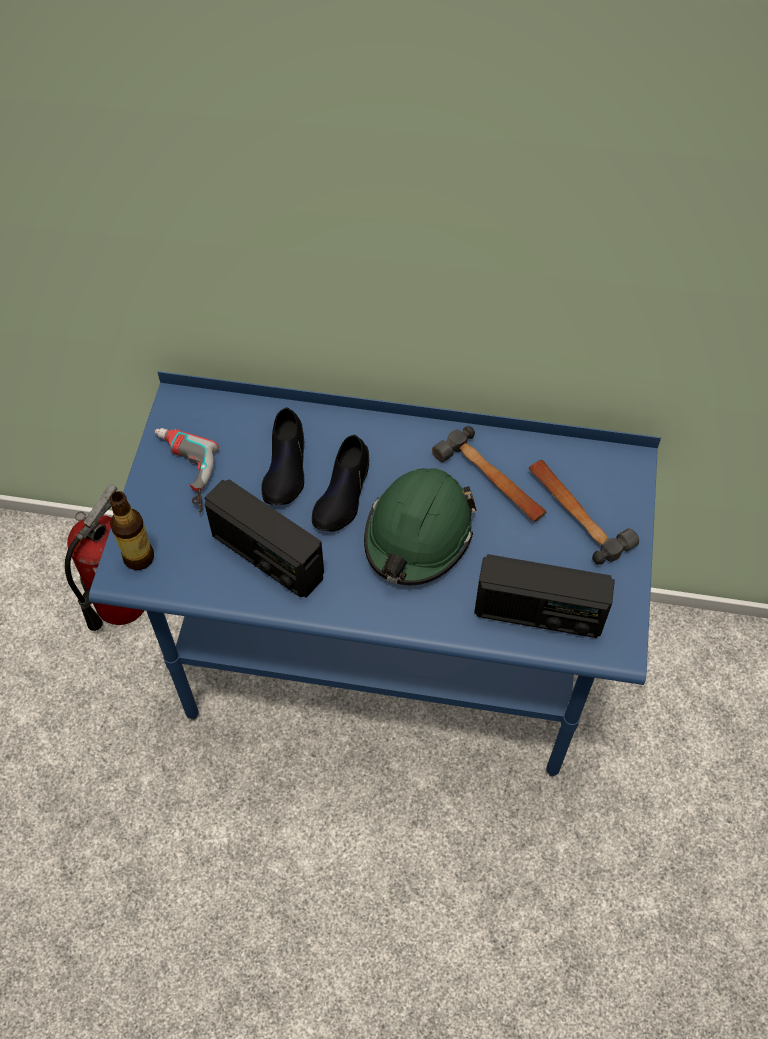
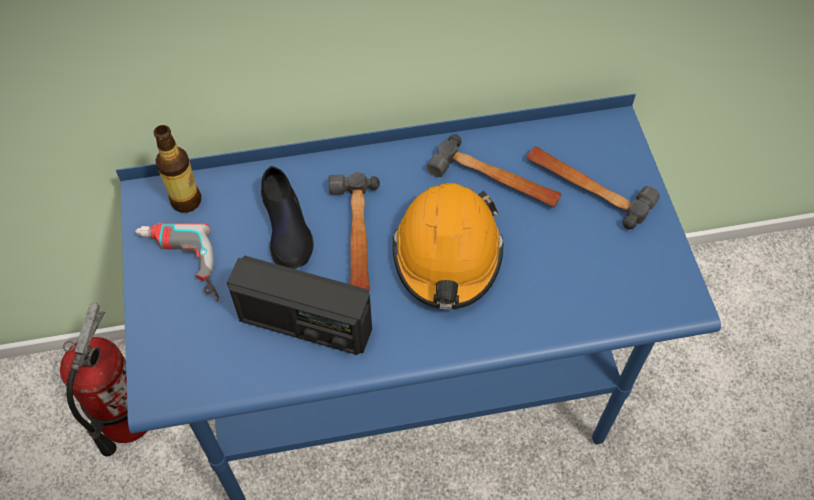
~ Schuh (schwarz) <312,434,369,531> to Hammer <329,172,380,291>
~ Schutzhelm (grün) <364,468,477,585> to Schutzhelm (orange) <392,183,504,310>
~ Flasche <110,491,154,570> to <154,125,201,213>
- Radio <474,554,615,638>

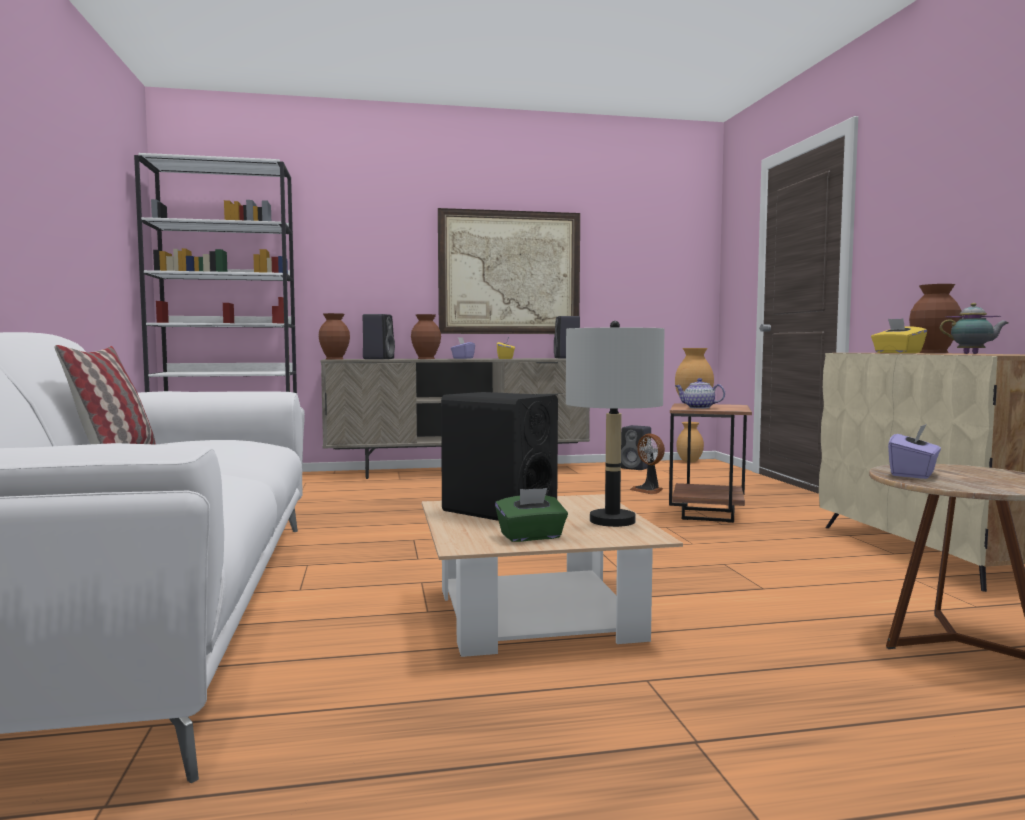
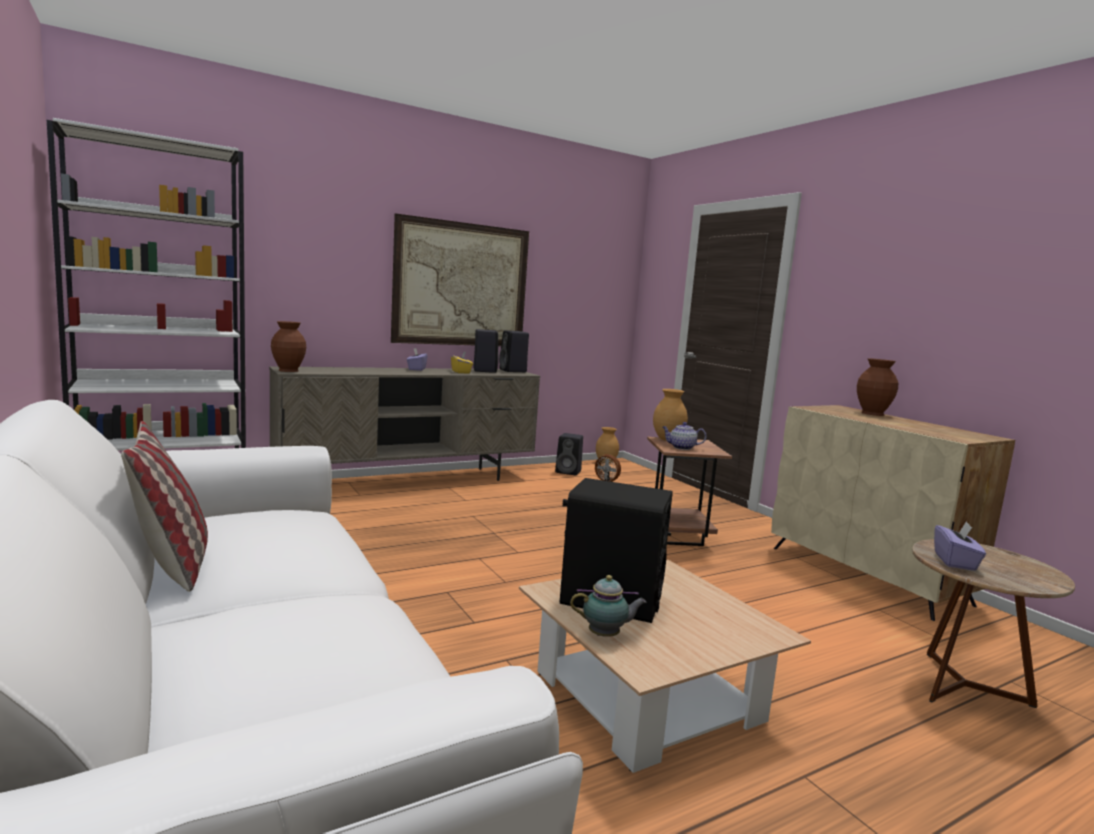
~ Teekanne <940,303,1008,354> to <570,575,647,637>
~ Lautsprecher (schwarz) <362,314,395,359> to <473,329,499,373>
- Vase (braun) <411,314,441,359>
- Taschentuchbox (gelb) <871,318,927,353>
- Tischlampe (grau) <566,321,665,527>
- Taschentuchbox (grün) <495,488,568,542>

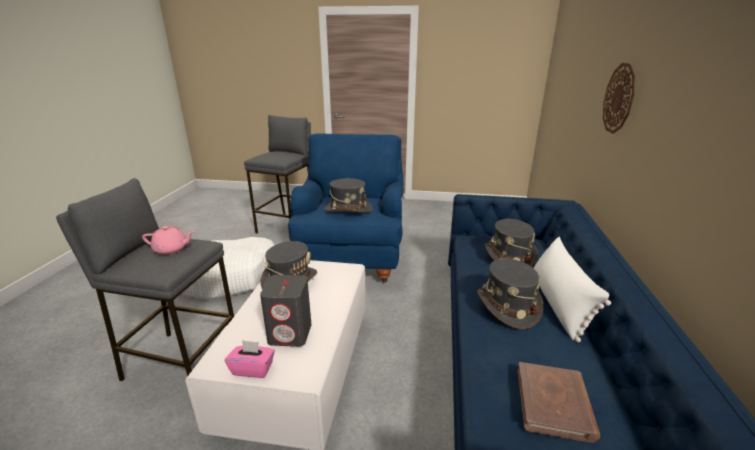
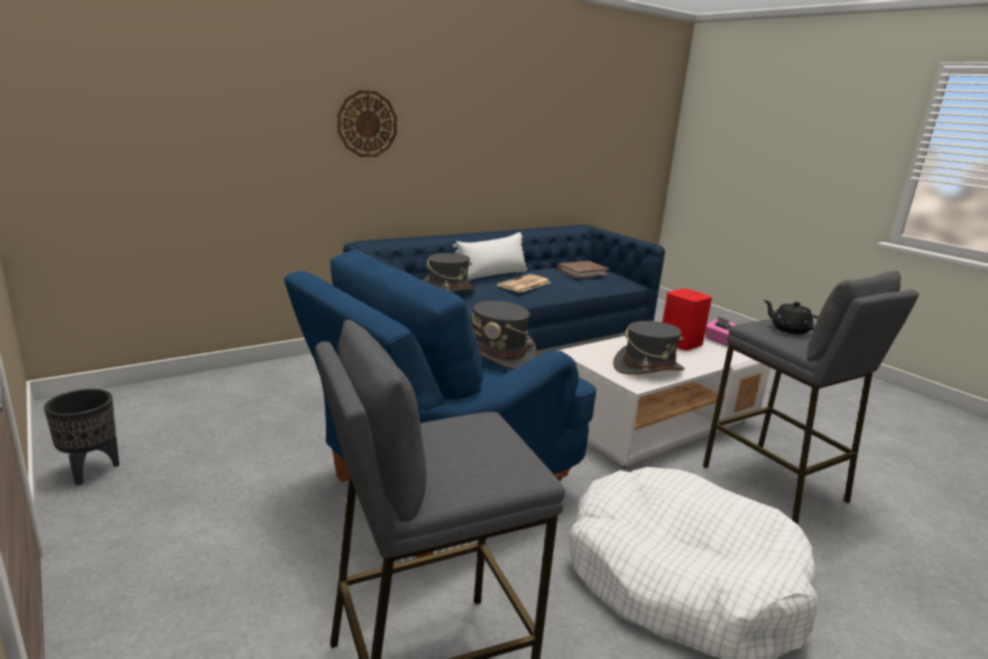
~ Teekanne (rosa) <142,226,195,255> to Teekanne (schwarz) <764,300,819,334>
~ Hut (grau) <477,259,543,329> to Zeitung <497,274,550,293>
~ Lautsprecher (grau) <260,275,311,347> to Lautsprecher (rot) <662,289,712,350>
+ Pflanzkübel (schwarz) <44,389,119,485>

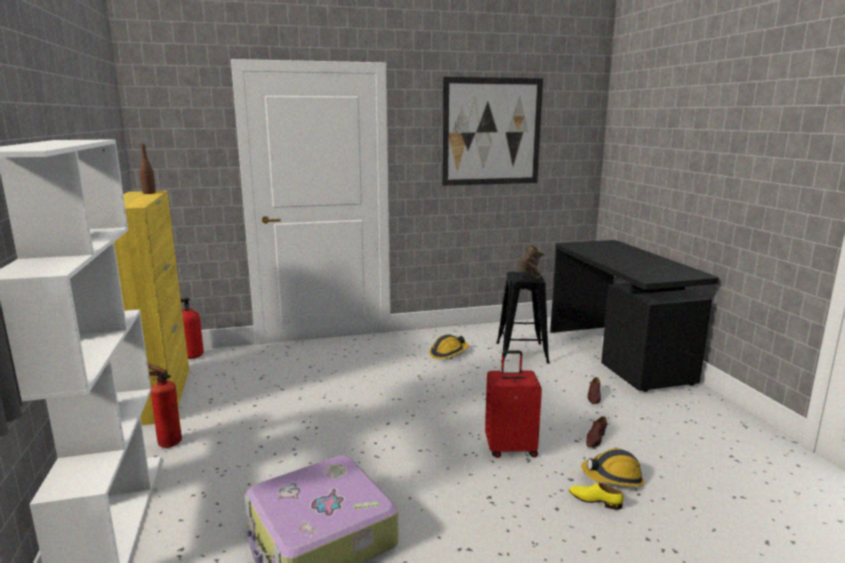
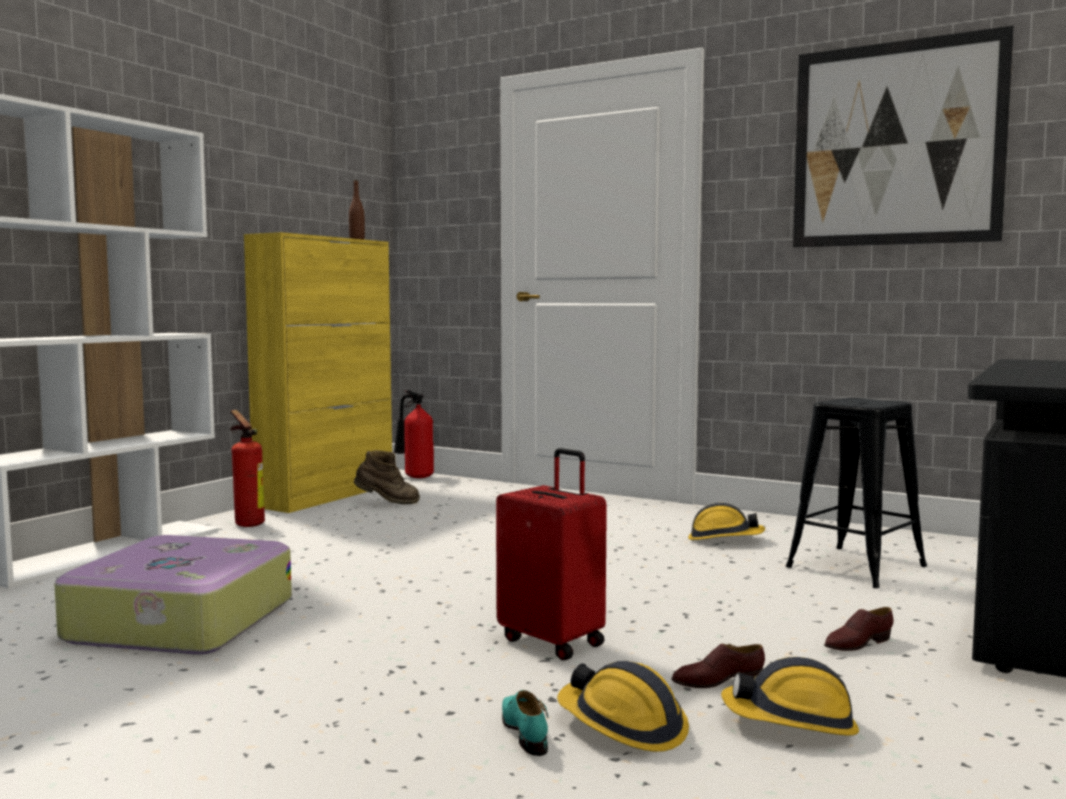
~ Stiefel (braun) <515,246,546,279> to <354,450,420,504>
~ Schuh (gelb) <569,483,624,510> to Schuh (türkis) <502,690,549,756>
+ Schutzhelm <721,657,859,736>

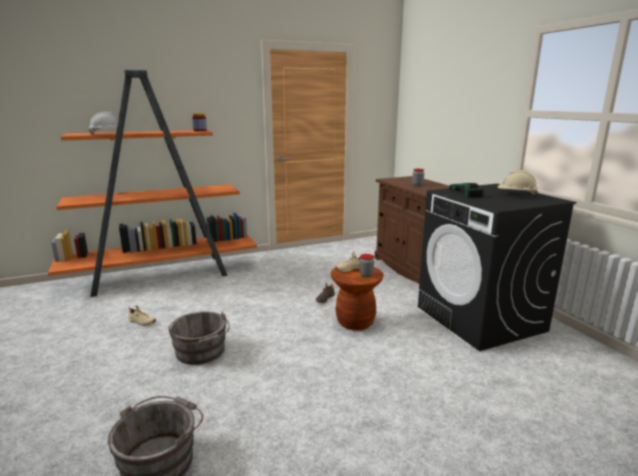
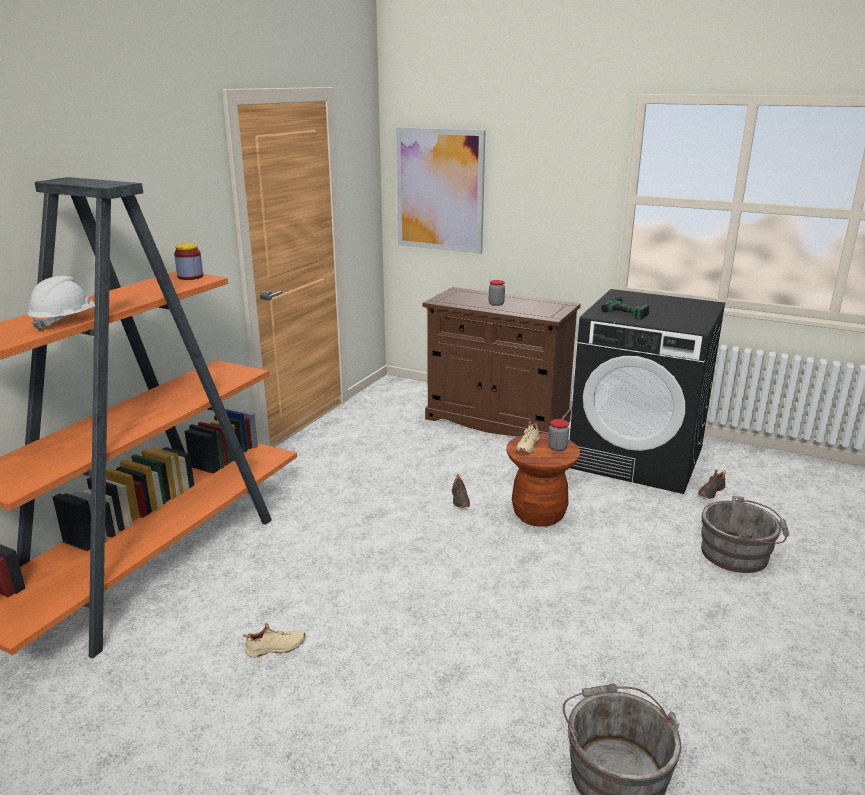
- Schutzhelm (beige) <498,170,538,196>
~ Eimer (grau) <168,311,230,365> to <701,496,789,573>
+ Bild <396,127,485,254>
+ Schuh (schwarz) <698,469,726,499>

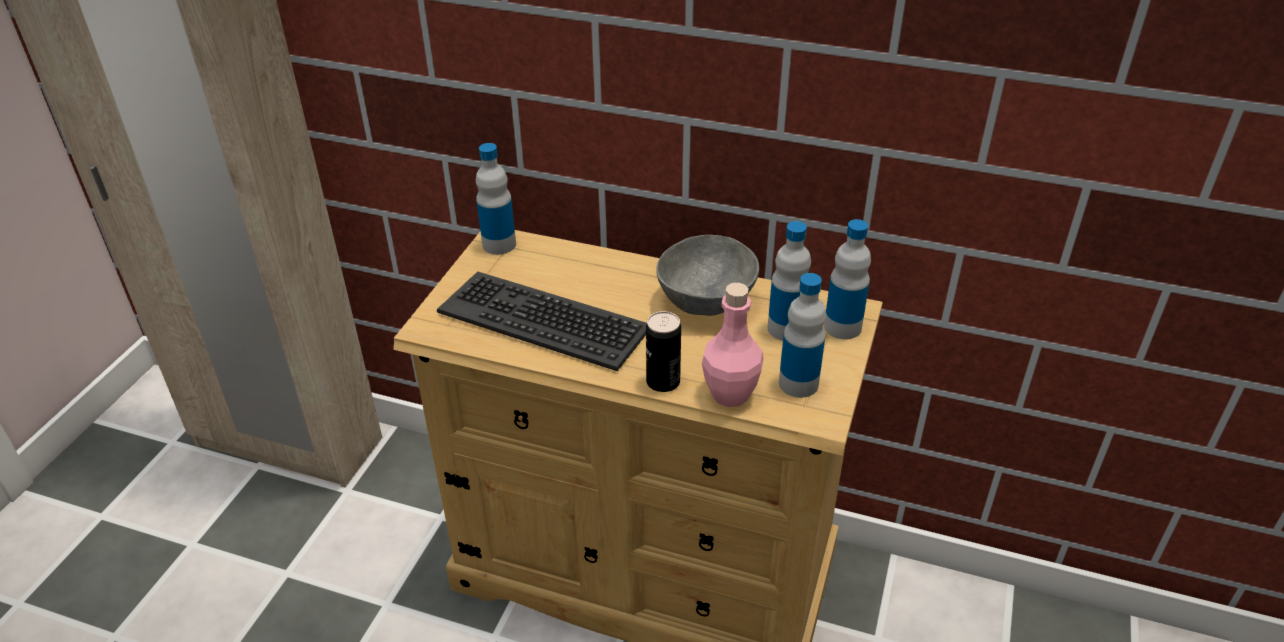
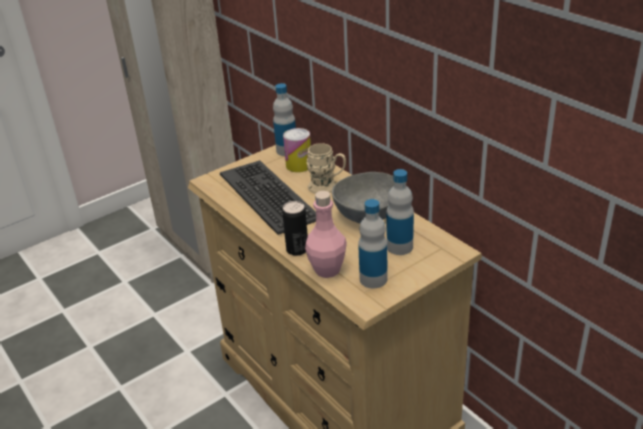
- Flasche <824,219,871,339>
+ Dose <283,128,311,172>
+ Henkelbecher (beige) <306,143,346,194>

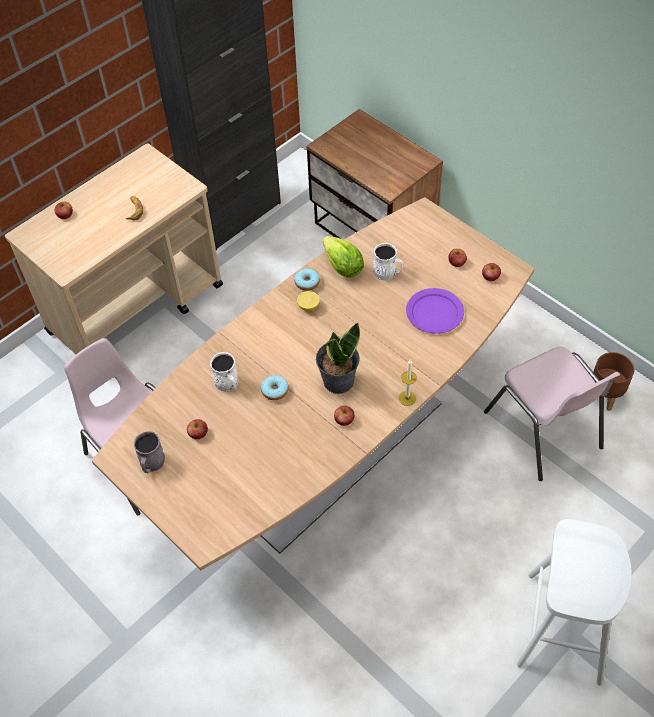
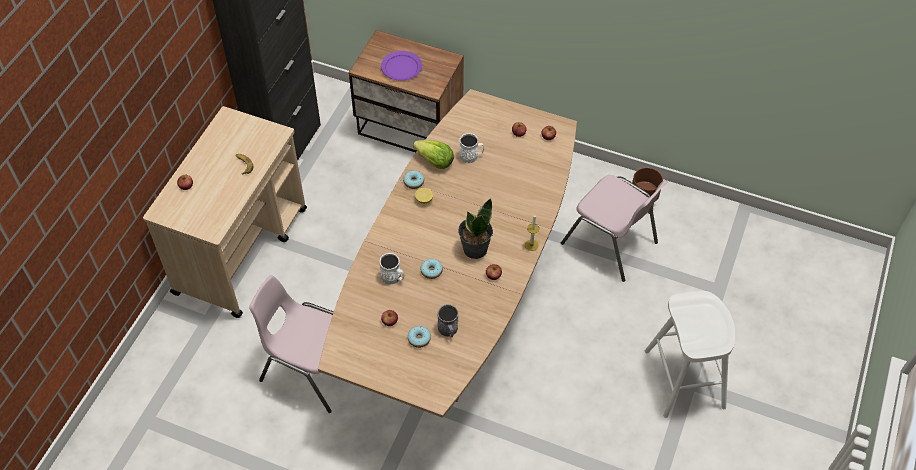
~ Teller (lila) <406,288,464,334> to <381,51,422,81>
~ Henkelbecher (grau) <134,431,165,473> to <437,304,458,337>
+ Donut <408,326,431,348>

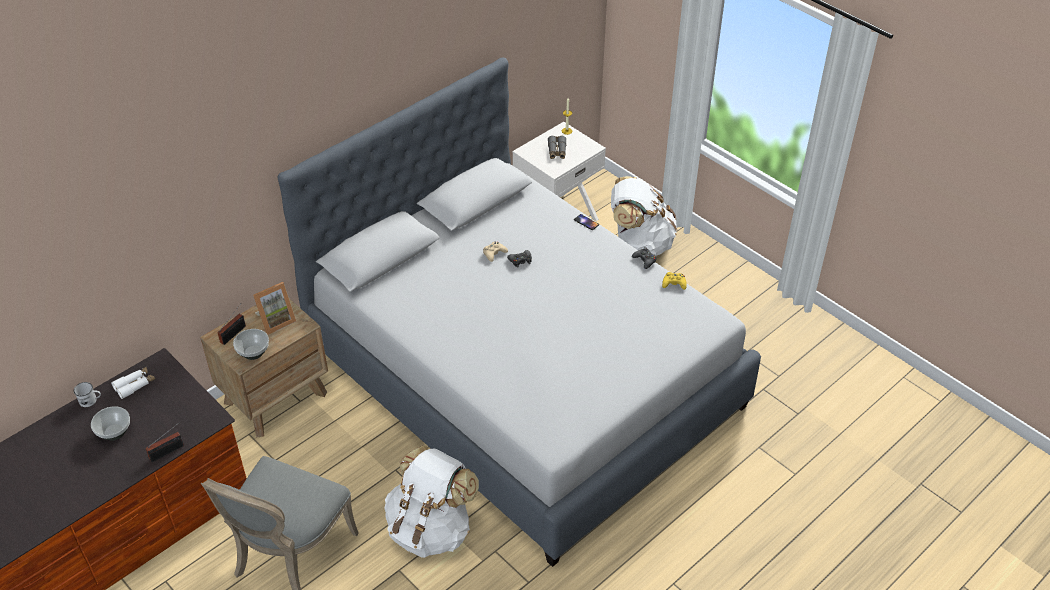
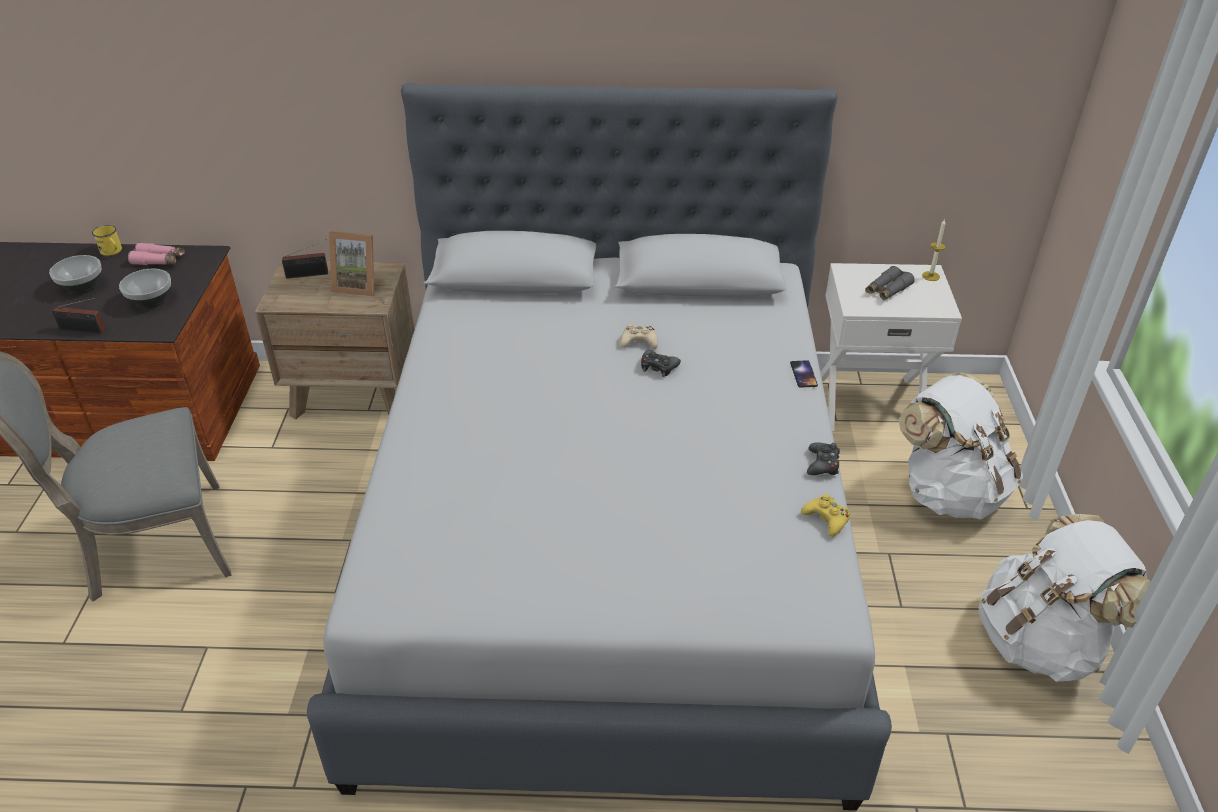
~ Schüssel <233,329,269,360> to <119,269,171,308>
~ Fernglas (weiß) <111,367,155,399> to Fernglas (rosa) <128,243,185,265>
~ Henkelbecher (weiß) <74,382,101,407> to Henkelbecher (gelb) <92,225,122,256>
~ Rucksack (weiß) <384,445,479,558> to <979,514,1151,682>

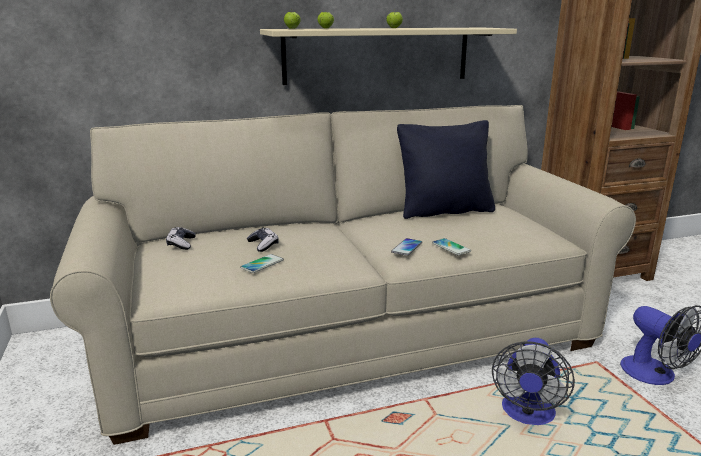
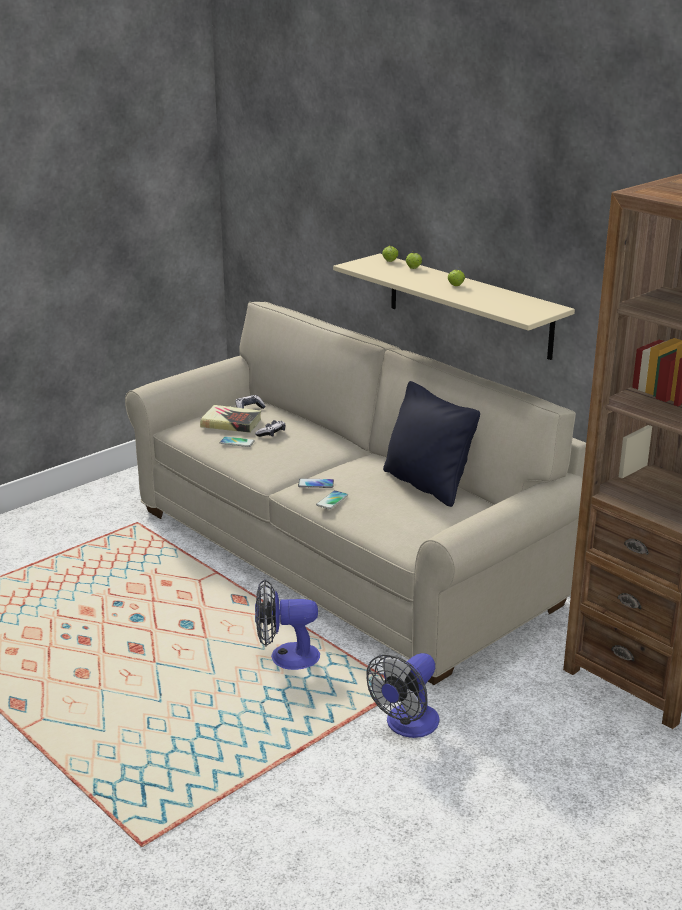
+ Buch <200,405,261,433>

